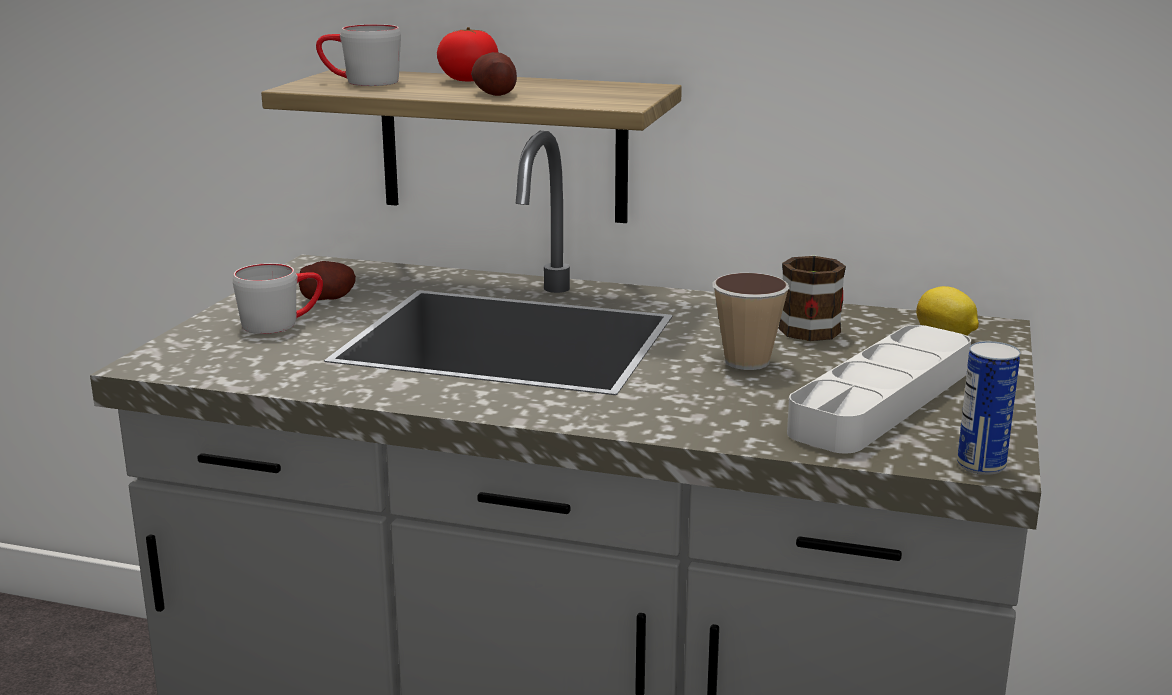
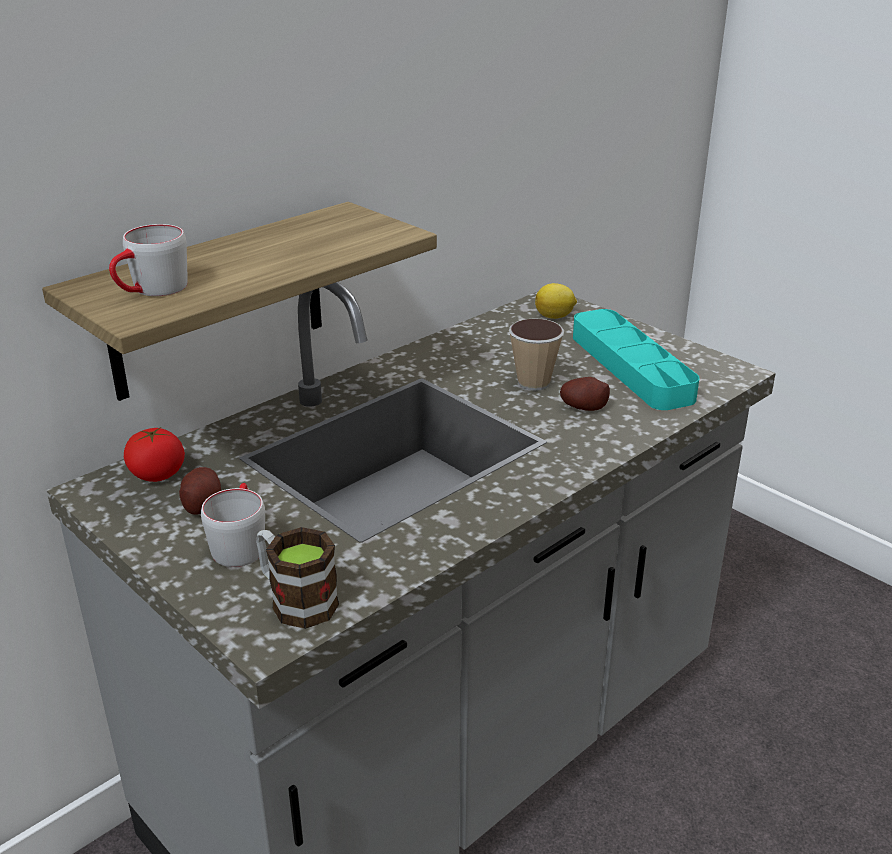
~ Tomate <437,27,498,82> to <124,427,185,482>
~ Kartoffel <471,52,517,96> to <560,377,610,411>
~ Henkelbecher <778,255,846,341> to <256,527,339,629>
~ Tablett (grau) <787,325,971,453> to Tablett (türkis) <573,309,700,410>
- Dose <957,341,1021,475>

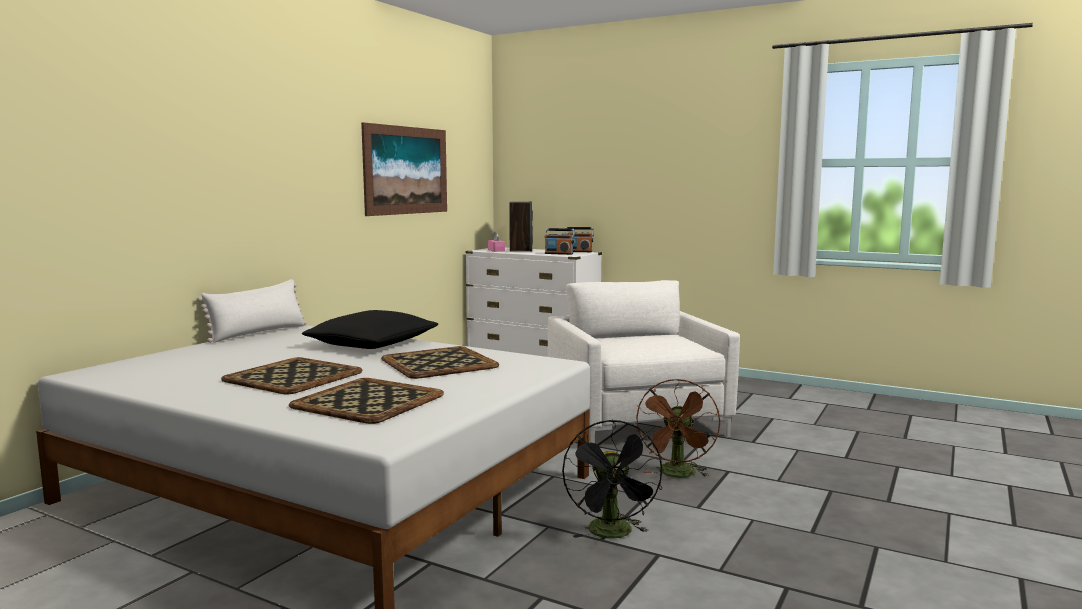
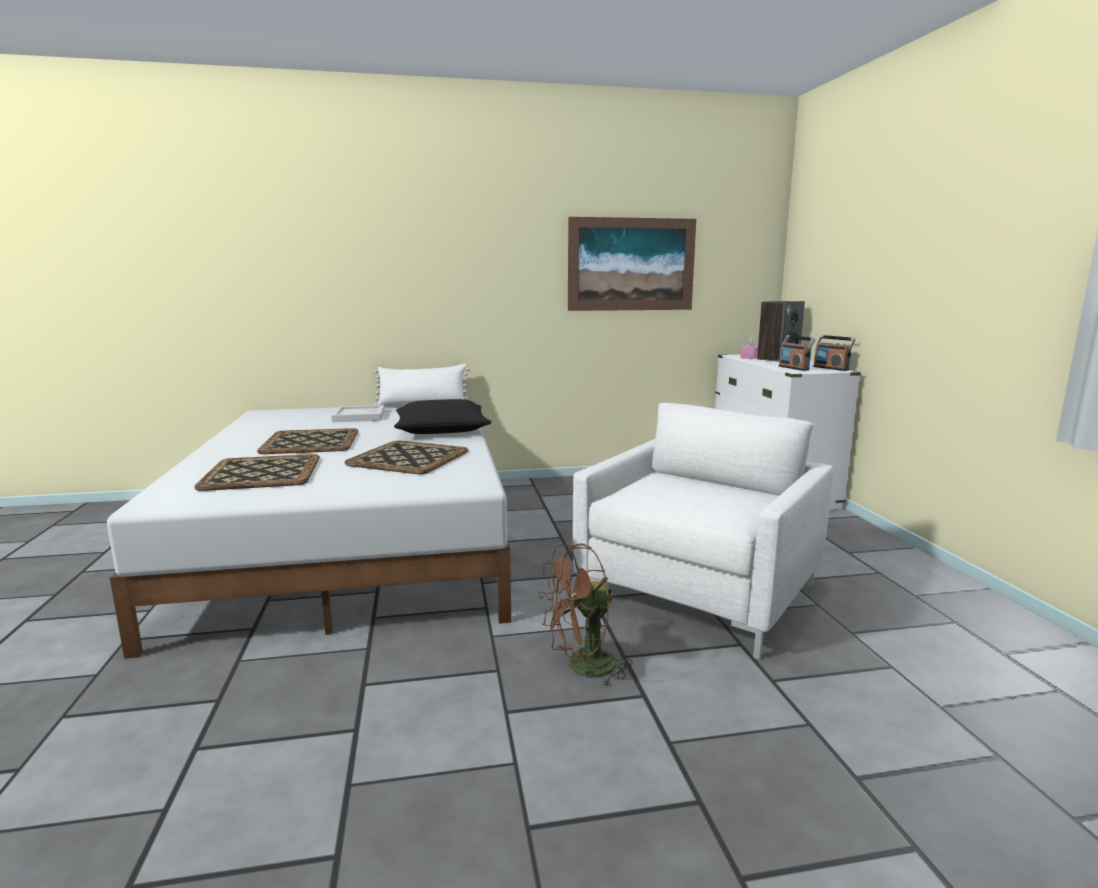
- Ventilator (schwarz) <562,419,663,539>
+ Tablett (weiß) <331,405,385,422>

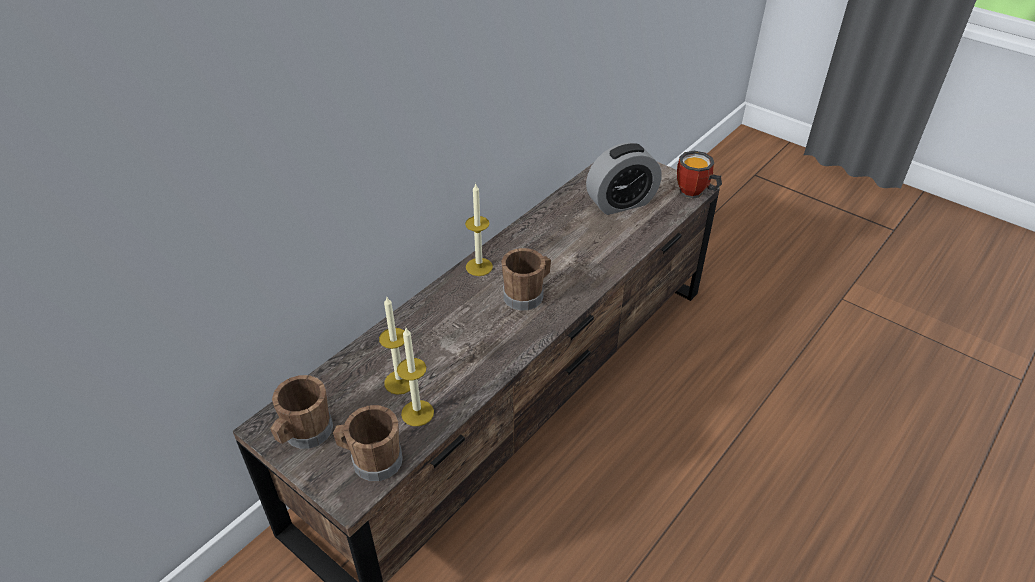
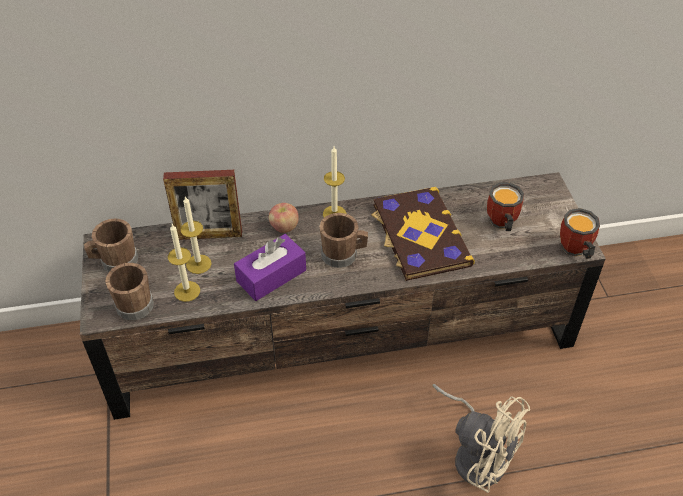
~ Wecker <586,143,661,215> to Henkelbecher <487,183,524,231>
+ Bilderrahmen <163,170,242,240>
+ Buch <371,187,475,281>
+ Apfel <269,203,299,233>
+ Taschentuchbox (lila) <234,234,306,301>
+ Ventilator (beige) <432,384,530,493>

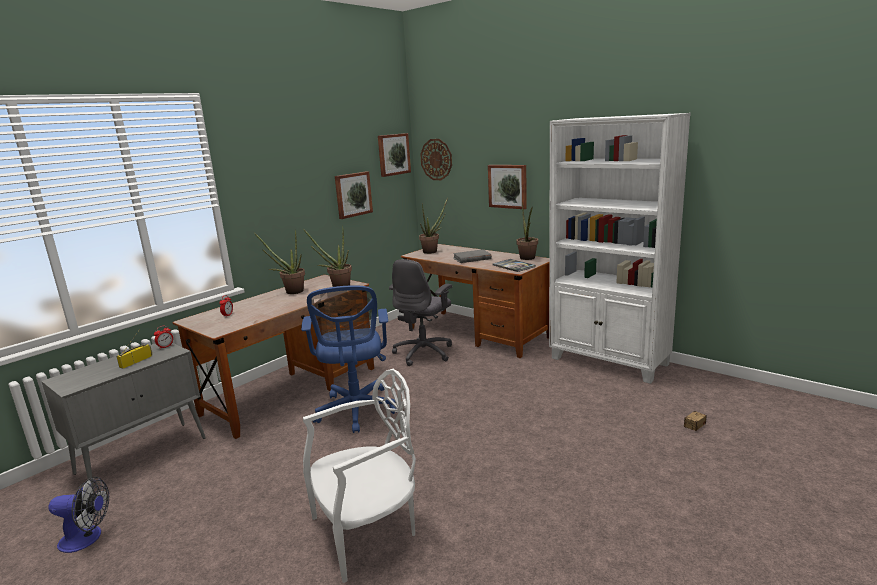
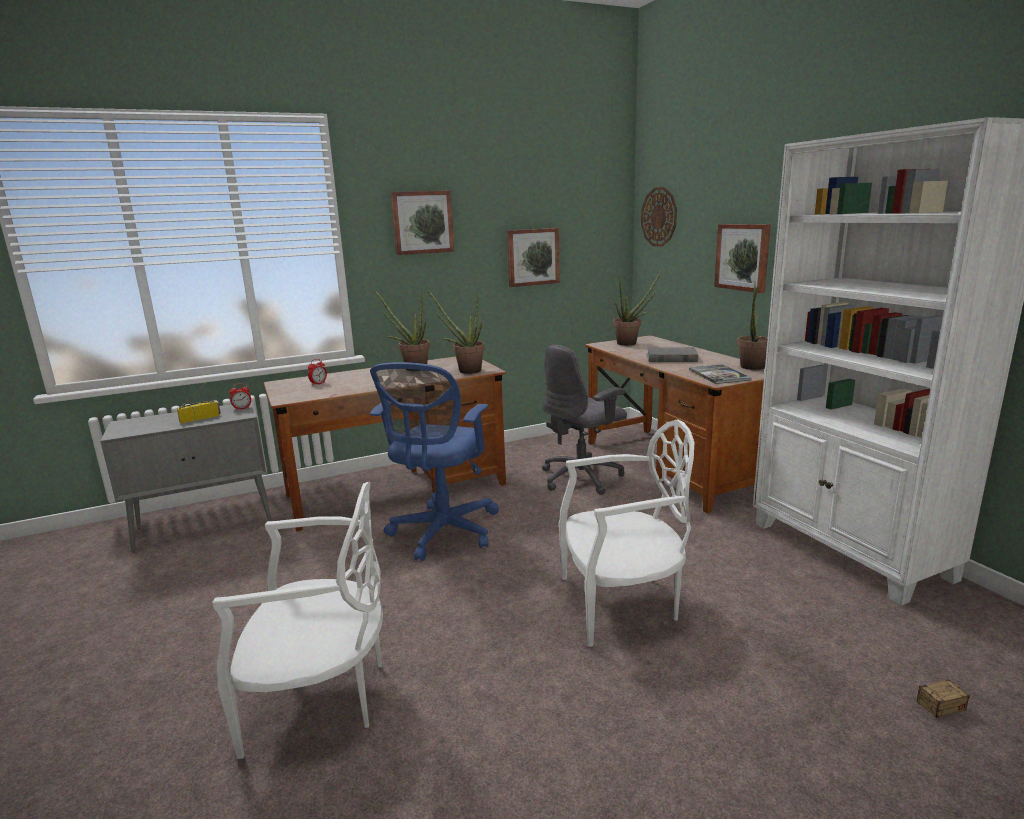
~ Bild <378,133,411,177> to <391,190,454,255>
- Ventilator <48,477,109,553>
+ Stuhl (weiß) <559,419,694,647>

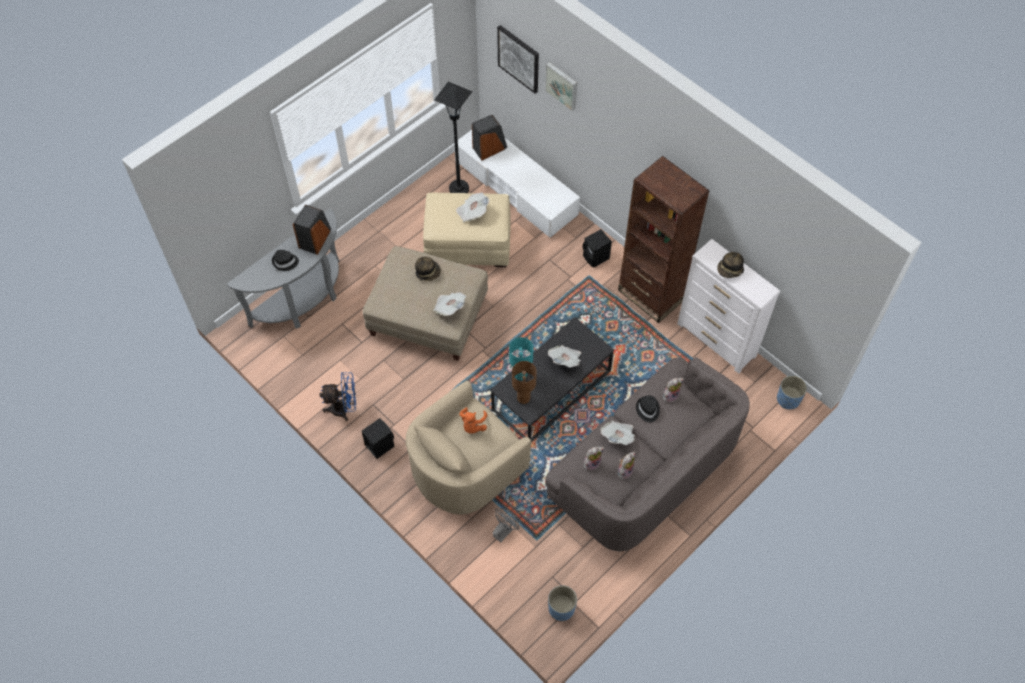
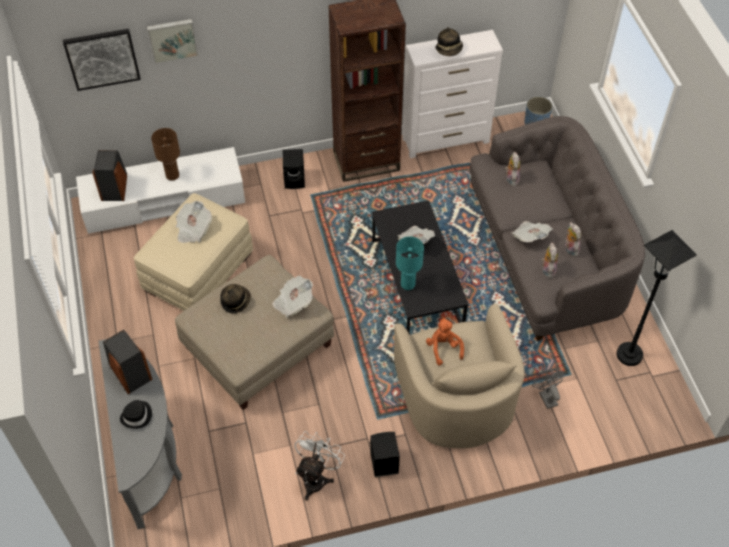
~ Stehlampe (schwarz) <434,82,472,193> to <616,230,697,366>
~ Tischlampe (braun) <512,361,537,404> to <151,128,180,181>
~ Ventilator (blau) <319,372,356,421> to Ventilator (weiß) <295,431,345,500>
- Hut (schwarz) <636,395,660,422>
~ Plüschtier (orange) <459,407,488,434> = <426,317,464,366> 150 degrees counterclockwise
- Pflanzkübel (blau) <548,585,577,621>

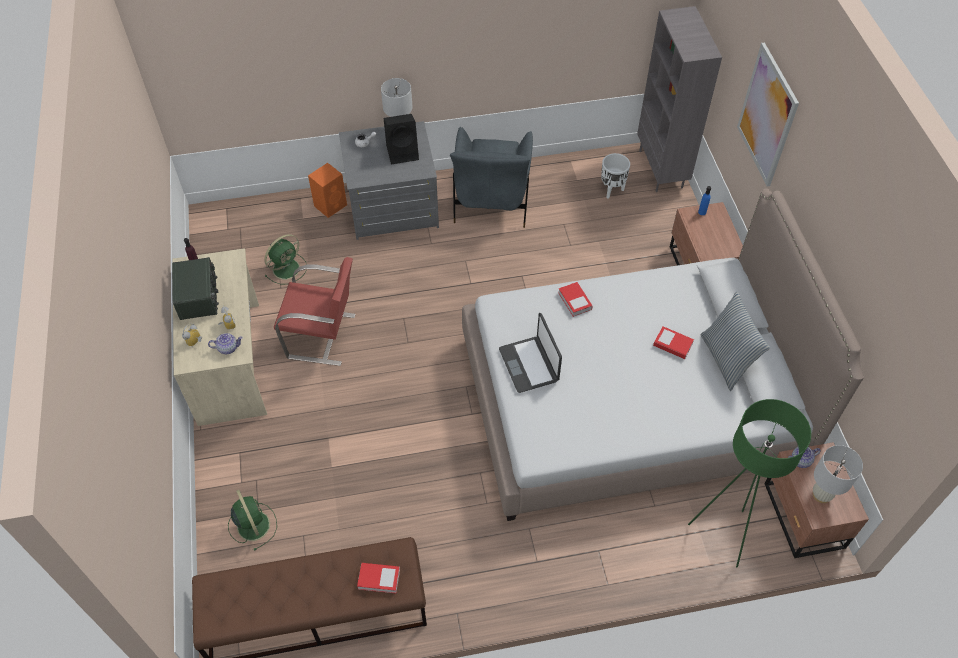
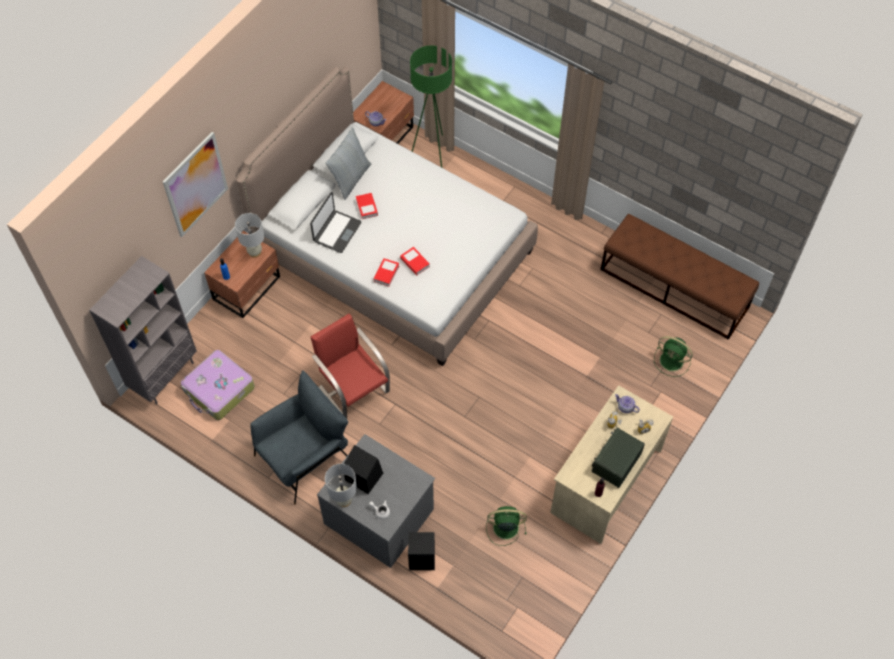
~ Pflanzkübel (weiß) <601,153,630,199> to Koffer <181,350,255,420>
~ Lautsprecher (orange) <308,163,347,218> to Lautsprecher (schwarz) <408,532,435,570>
~ Stuhl (rot) <274,257,356,366> to <310,314,390,418>
~ Laptop <499,313,562,393> to <310,192,362,253>
~ Tischlampe (weiß) <813,445,863,503> to <235,213,264,258>
~ Ventilator (grün) <228,490,277,551> = <654,336,693,377> 75 degrees counterclockwise
~ Buch <357,563,400,593> to <400,247,430,276>

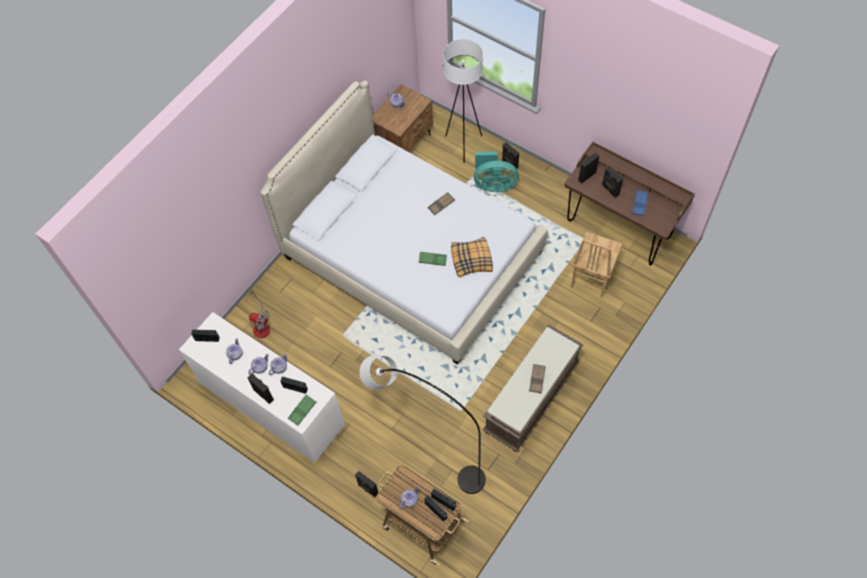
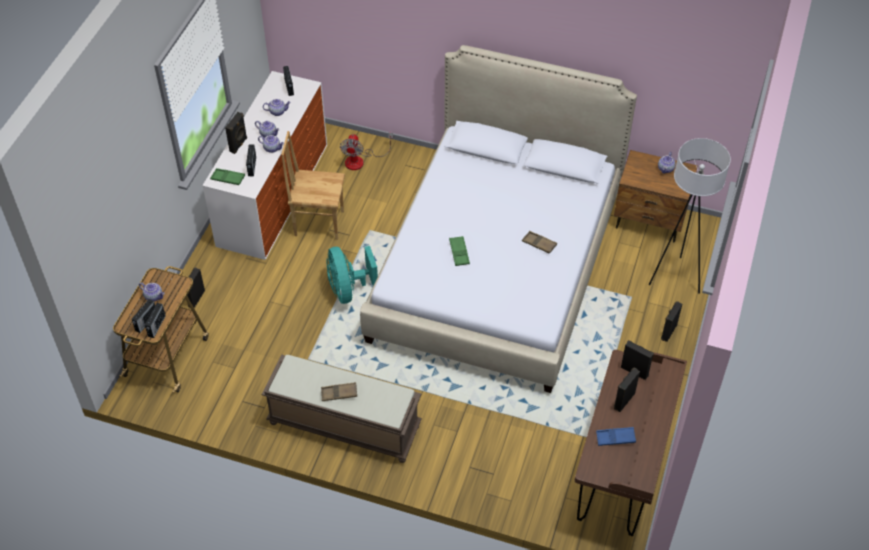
~ Ventilator (türkis) <474,151,519,192> to <327,246,378,304>
~ Stuhl (braun) <571,231,623,298> to <281,131,345,240>
- Kissen <451,237,493,277>
- Stehlampe (grau) <360,355,486,494>

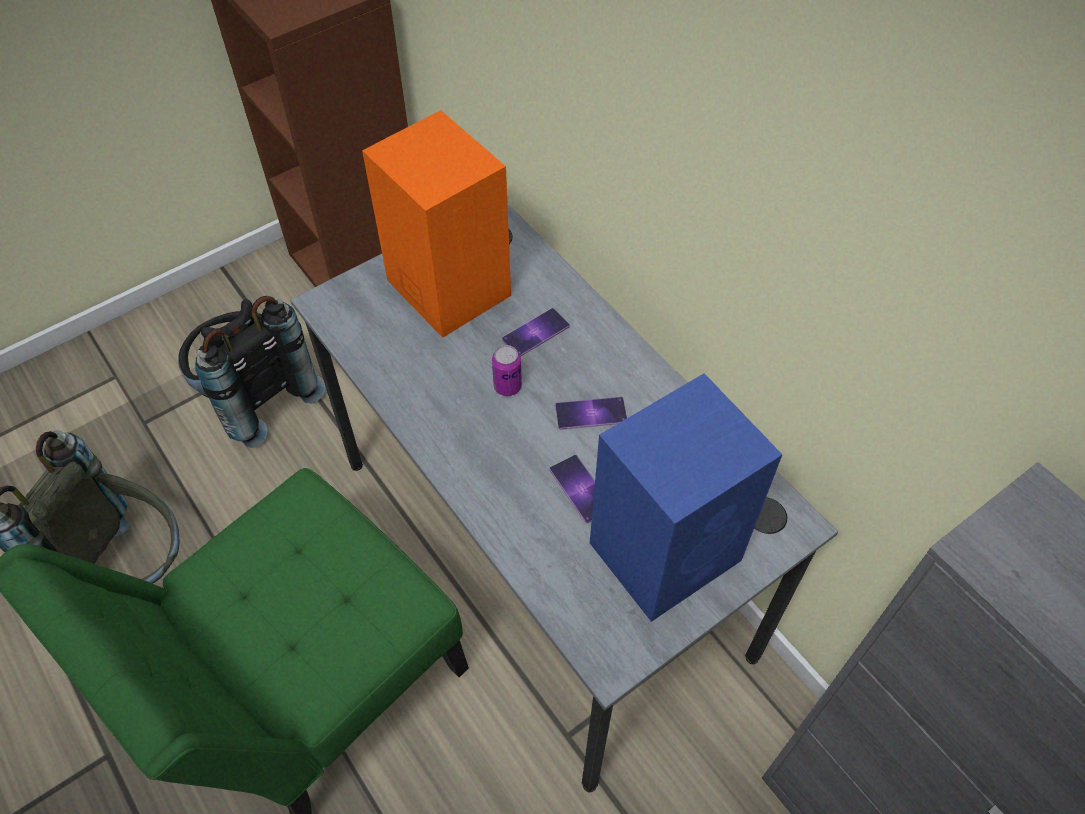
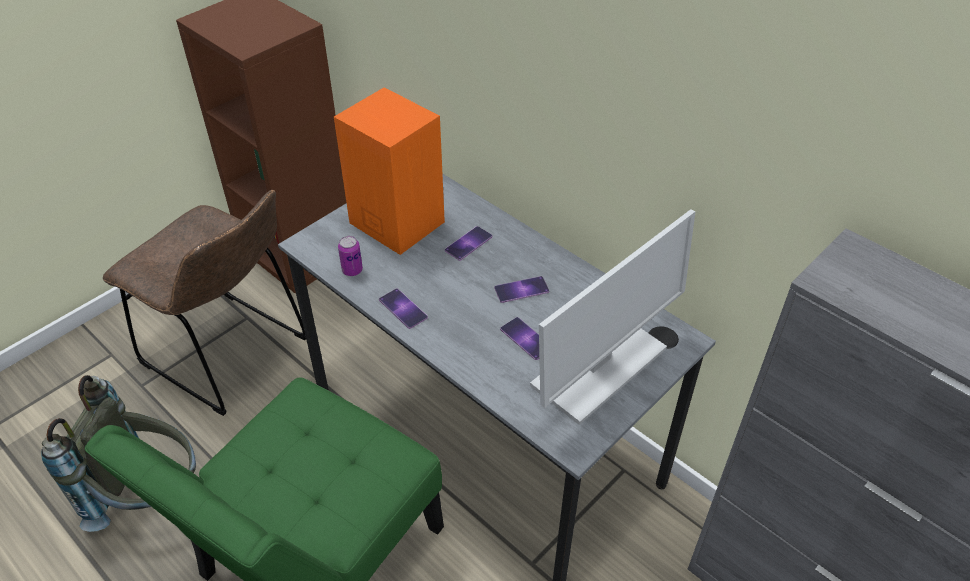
~ Rucksack (schwarz) <178,296,325,448> to Stuhl (braun) <103,190,306,416>
~ Dose <492,345,522,396> to <338,236,363,276>
~ Lautsprecher (blau) <590,373,782,622> to Monitor <530,209,696,425>
+ Handy <379,289,428,329>

